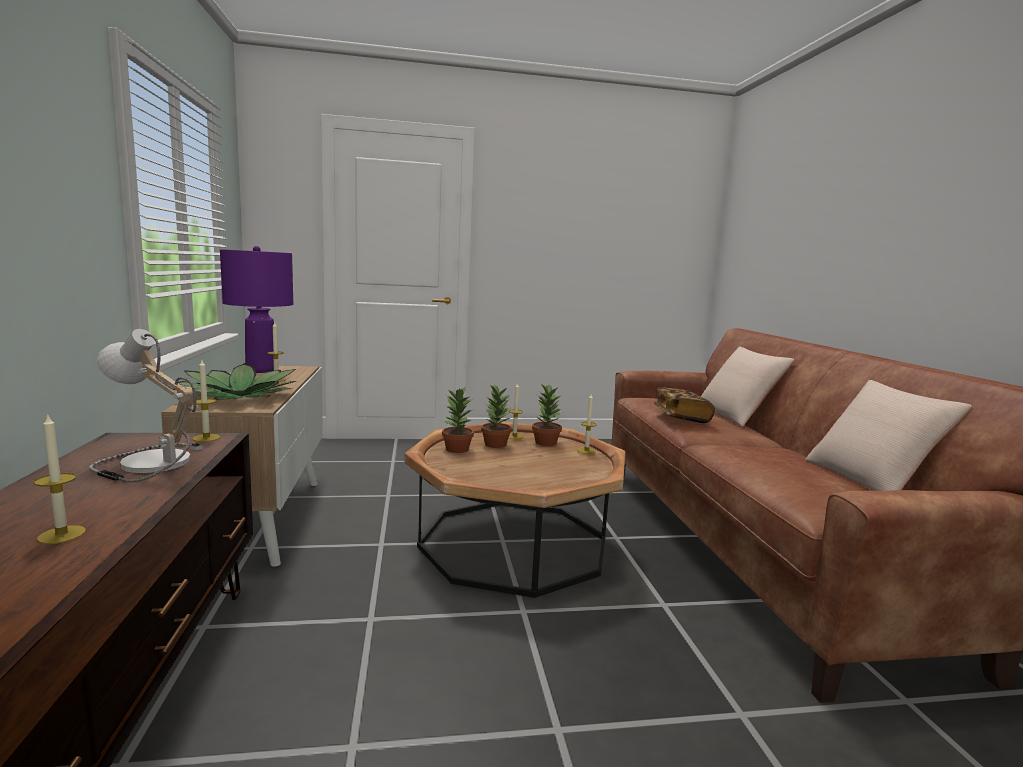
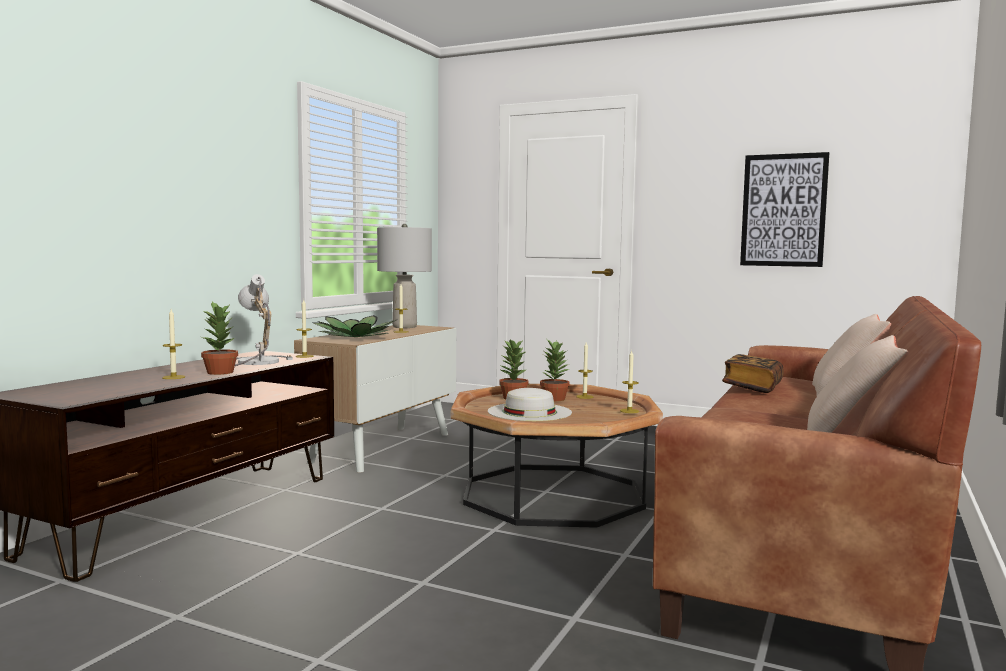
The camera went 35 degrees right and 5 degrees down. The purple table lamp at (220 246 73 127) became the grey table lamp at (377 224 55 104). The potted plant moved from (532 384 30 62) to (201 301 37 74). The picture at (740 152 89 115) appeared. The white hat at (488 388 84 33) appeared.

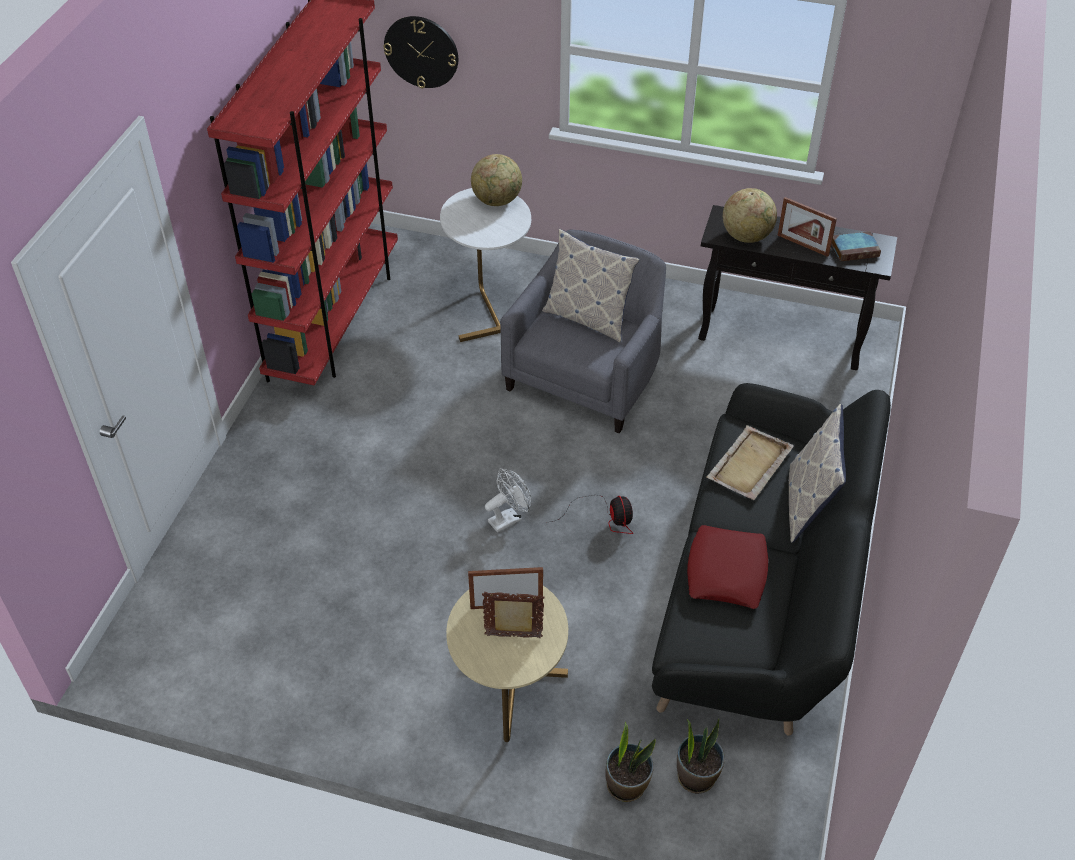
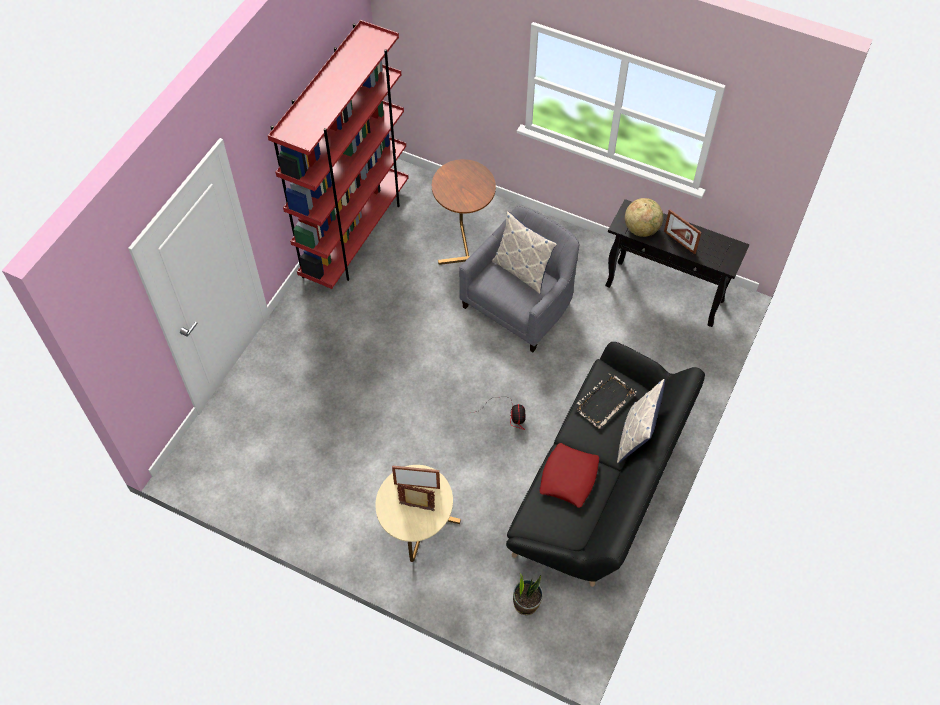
The camera went 10 degrees right and 10 degrees up. The wall clock at (383 16 75 72) disappeared. The globe at (471 154 51 52) disappeared. The white side table at (440 188 91 154) became the brown side table at (432 159 64 106). The book at (831 231 50 30) disappeared. The beige tray at (706 425 88 75) became the black tray at (572 372 66 57). The white fan at (485 468 46 65) disappeared. The potted plant at (605 722 51 80) disappeared.

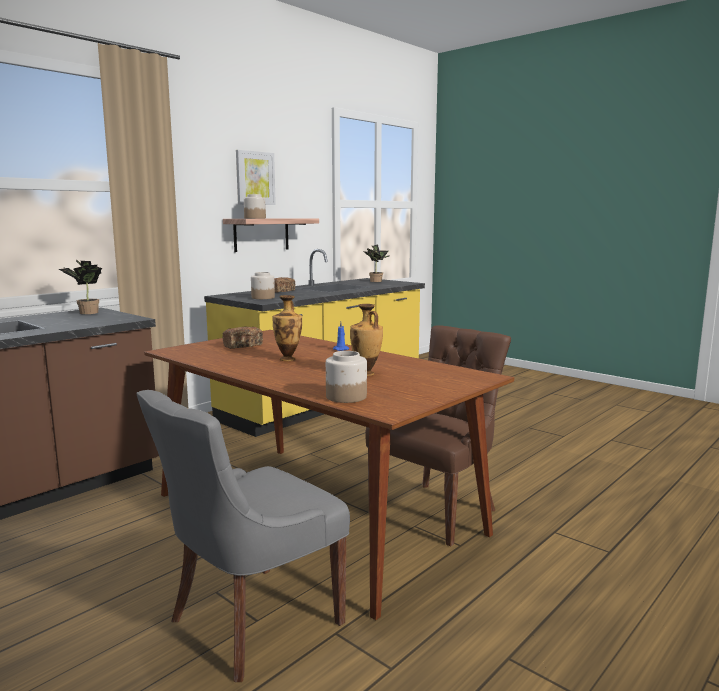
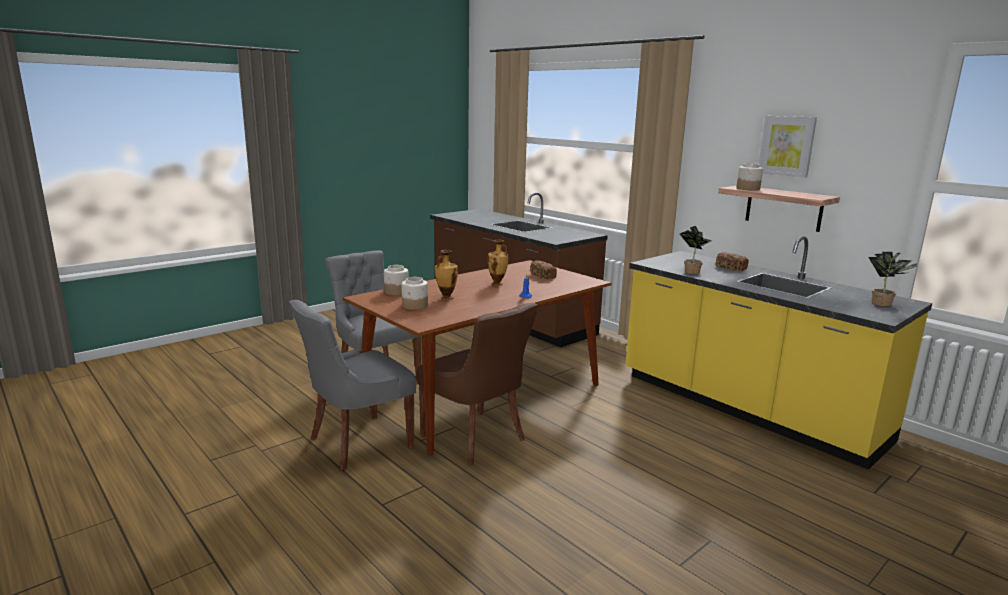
The camera went 95 degrees right and 5 degrees up. The potted plant moved from (59 259 44 55) to (680 226 32 48). The jar moved from (251 272 24 27) to (402 277 26 33). The grey chair at (289 300 127 170) appeared.

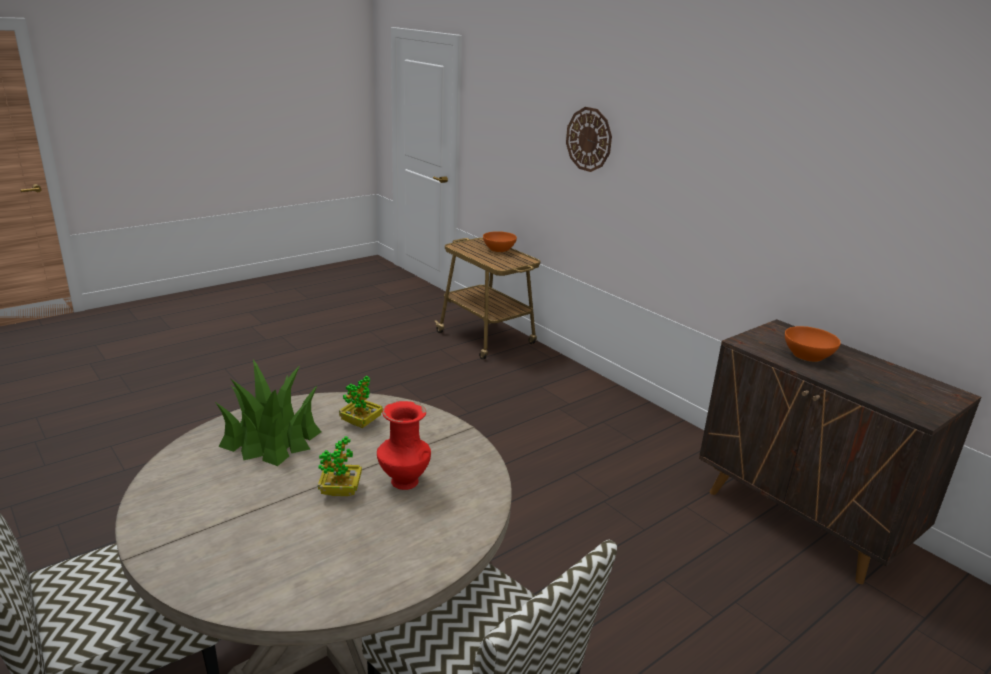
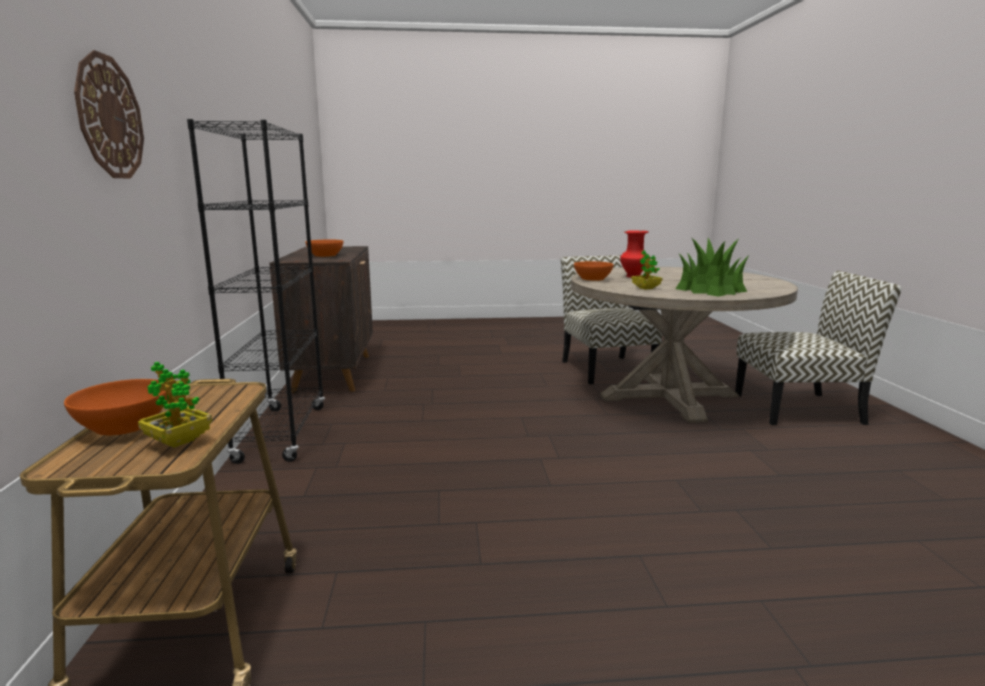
The camera went 145 degrees left and 10 degrees down. The potted plant moved from (318 436 44 60) to (138 362 74 86). The black bookcase at (187 119 138 345) appeared. The orange bowl at (574 261 40 20) appeared.

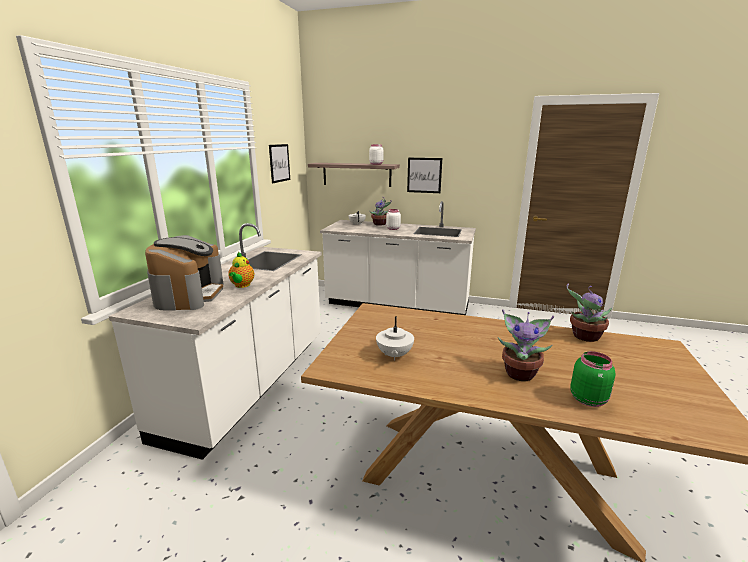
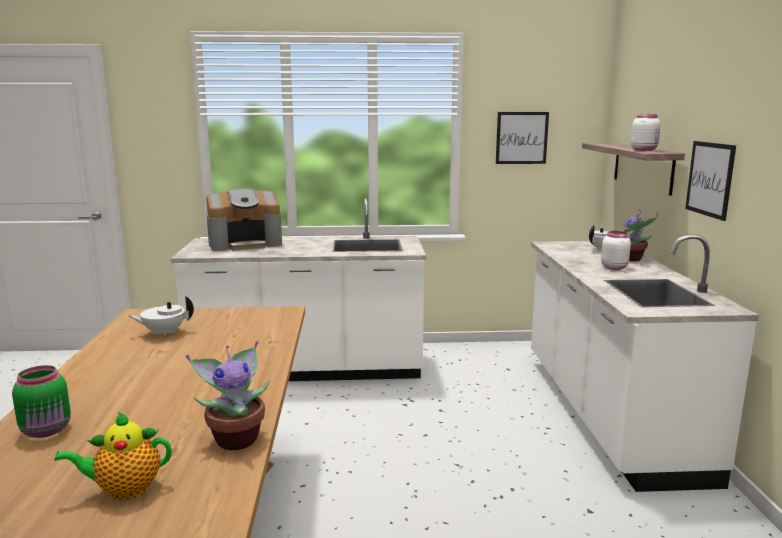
The camera went 70 degrees right and 5 degrees down. The teapot moved from (228 252 26 36) to (54 412 118 88). The potted plant at (498 309 56 72) disappeared.

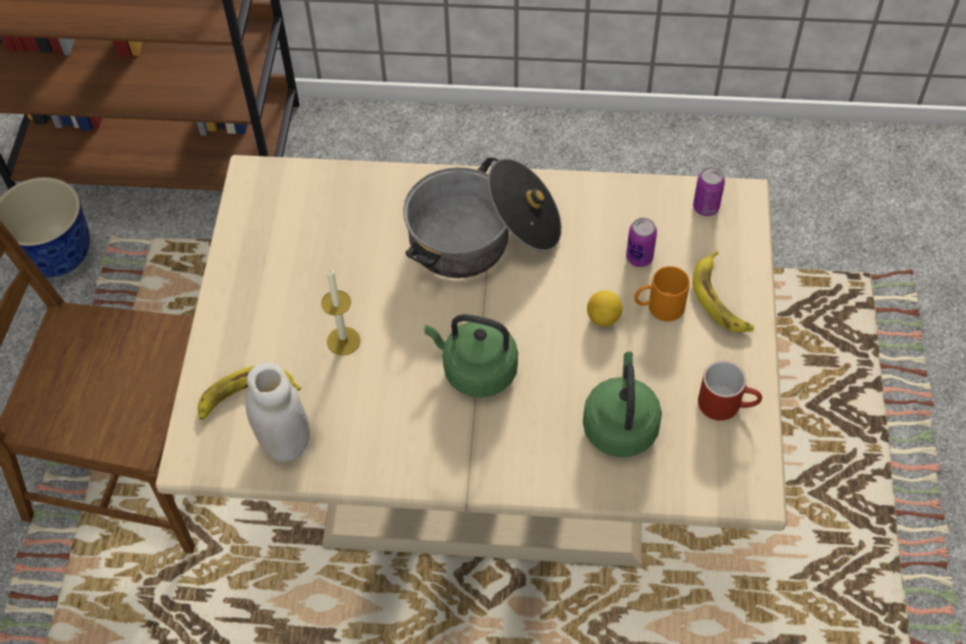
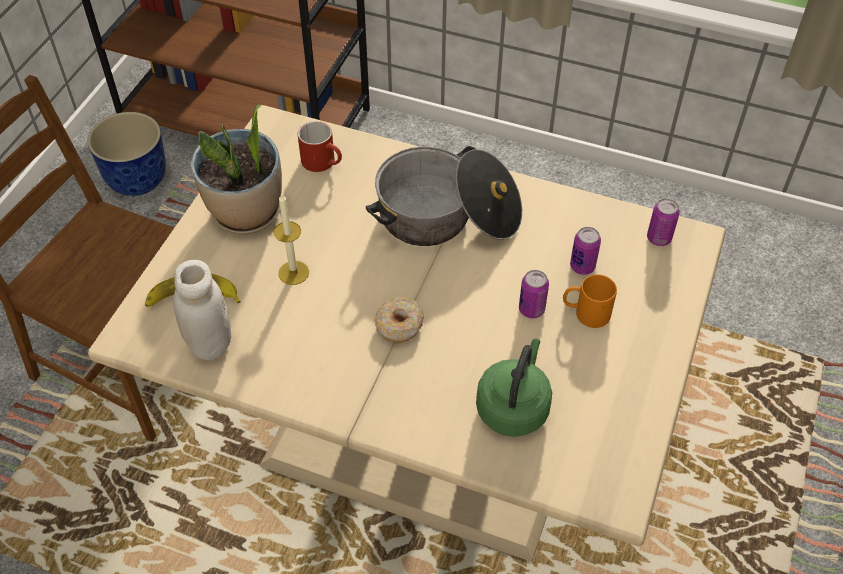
The camera went 15 degrees right and 5 degrees down. The banana at (692 251 62 81) disappeared. The lemon at (587 290 35 36) was replaced by the can at (519 270 30 49). The green kettle at (425 314 93 84) was replaced by the donut at (374 297 50 45). The red mug moved from (698 361 64 60) to (298 121 44 51). The potted plant at (191 104 91 130) appeared.

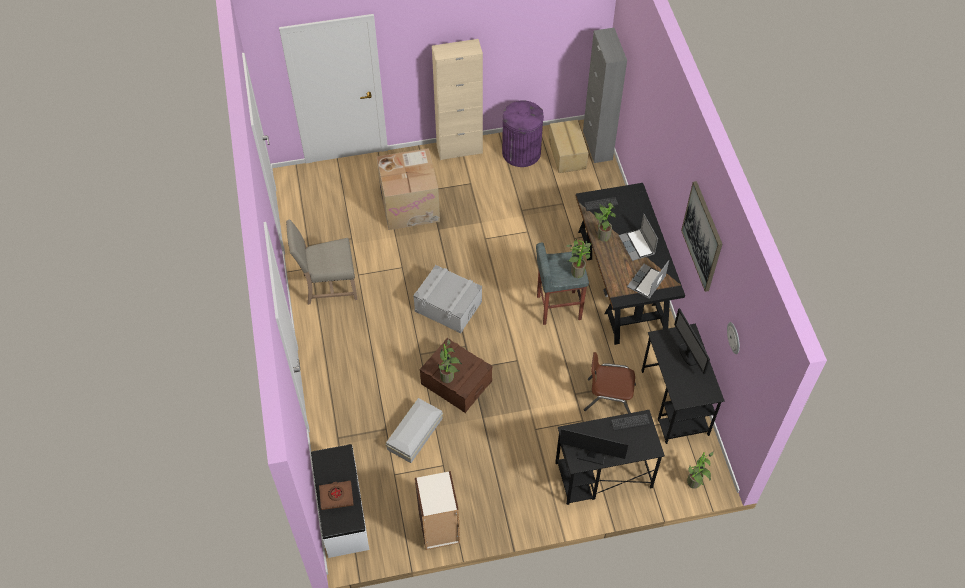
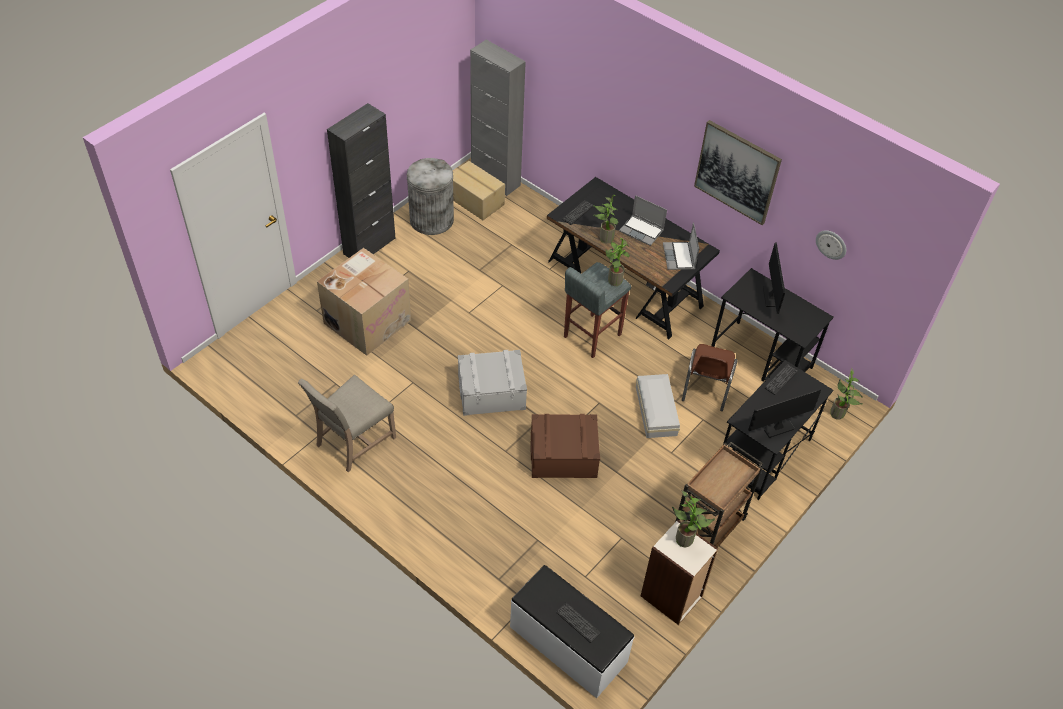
The camera went 40 degrees left and 5 degrees down. The beige cabinet at (432 39 51 121) became the black cabinet at (327 103 69 155). The purple trash can at (502 100 42 67) became the grey trash can at (407 158 47 77). The monitor at (674 308 36 66) turned 120 degrees counterclockwise. The potted plant moved from (438 339 24 44) to (672 490 43 57). The brown chair at (584 352 52 61) turned 45 degrees counterclockwise. The white storage box moved from (386 398 57 65) to (636 374 44 64). The brown book at (319 481 35 29) was replaced by the keyboard at (556 603 44 40). The brown cart at (675 442 88 106) appeared.

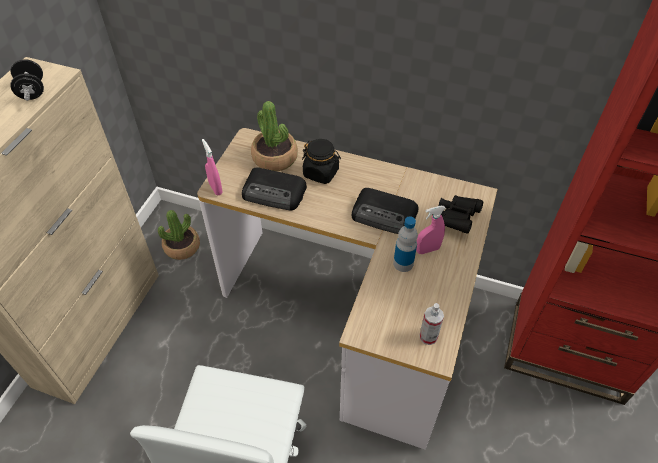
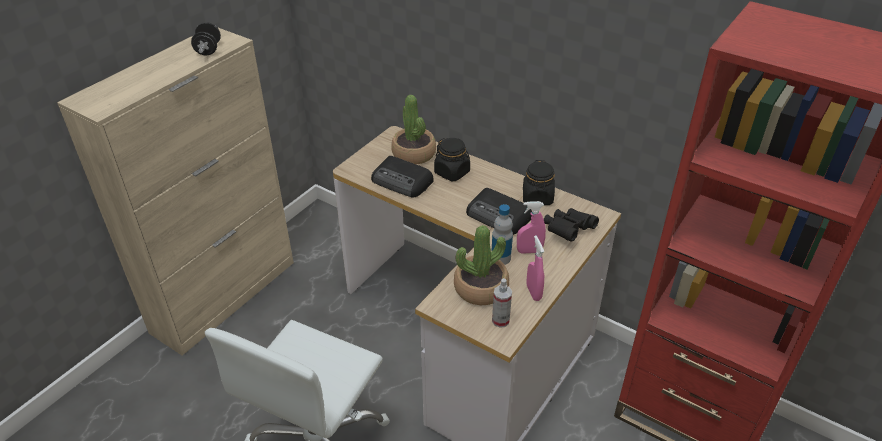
The camera went 15 degrees right and 10 degrees down. The pink spray bottle moved from (202 139 21 56) to (527 236 17 65). The potted plant moved from (158 210 42 50) to (454 225 55 80). The black jar at (523 160 32 45) appeared.

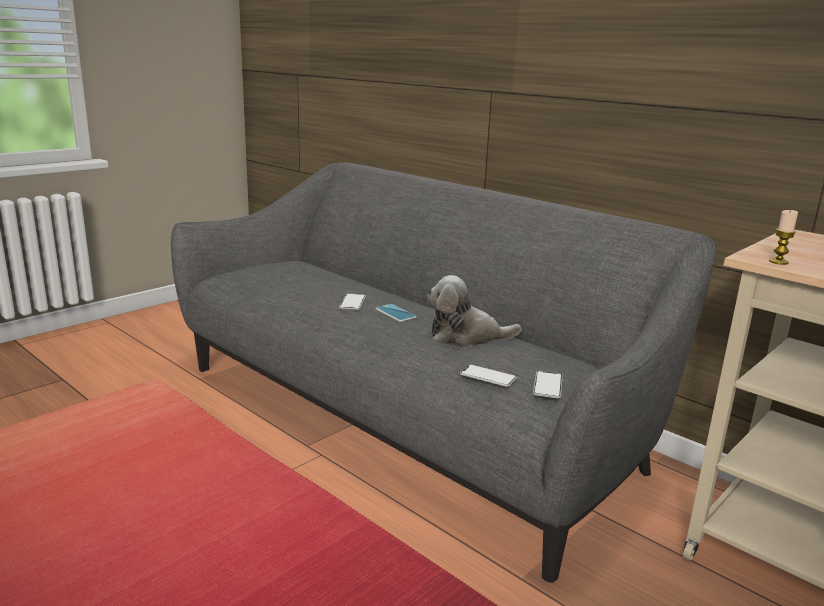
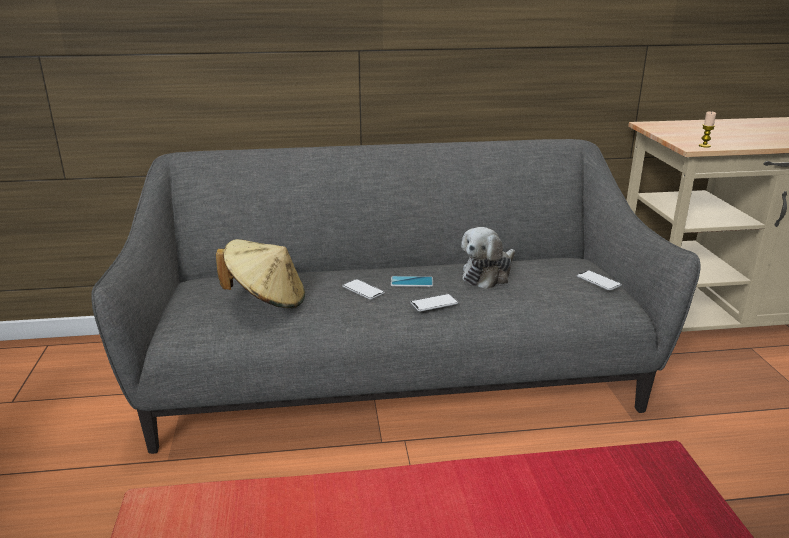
The camera went 50 degrees left and 5 degrees up. The phone moved from (460 364 57 23) to (410 294 48 18). The beige hat at (216 239 89 69) appeared.

